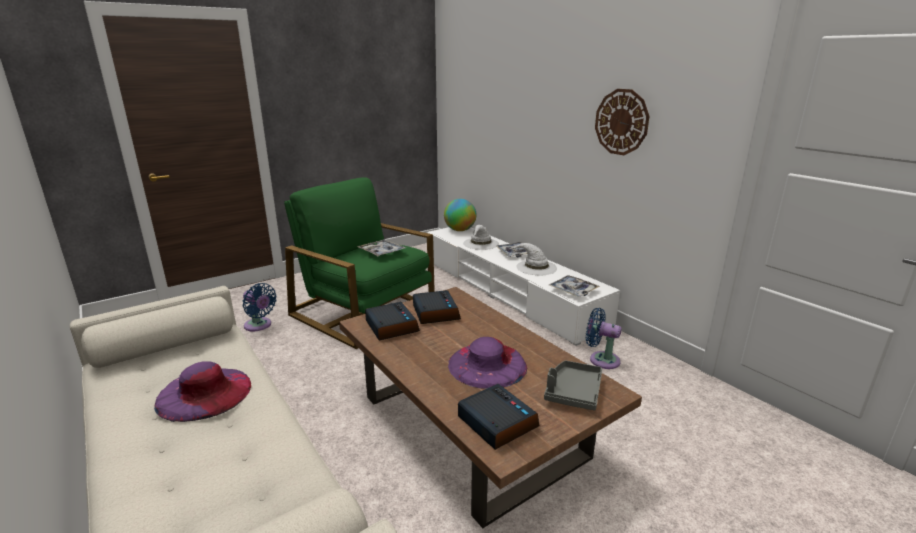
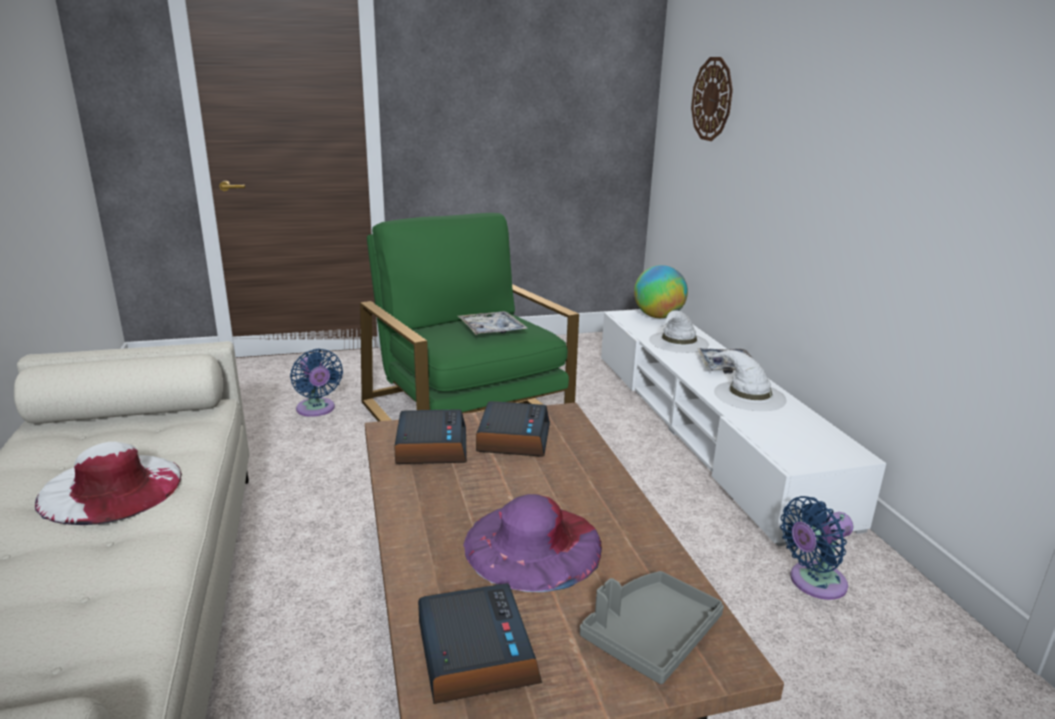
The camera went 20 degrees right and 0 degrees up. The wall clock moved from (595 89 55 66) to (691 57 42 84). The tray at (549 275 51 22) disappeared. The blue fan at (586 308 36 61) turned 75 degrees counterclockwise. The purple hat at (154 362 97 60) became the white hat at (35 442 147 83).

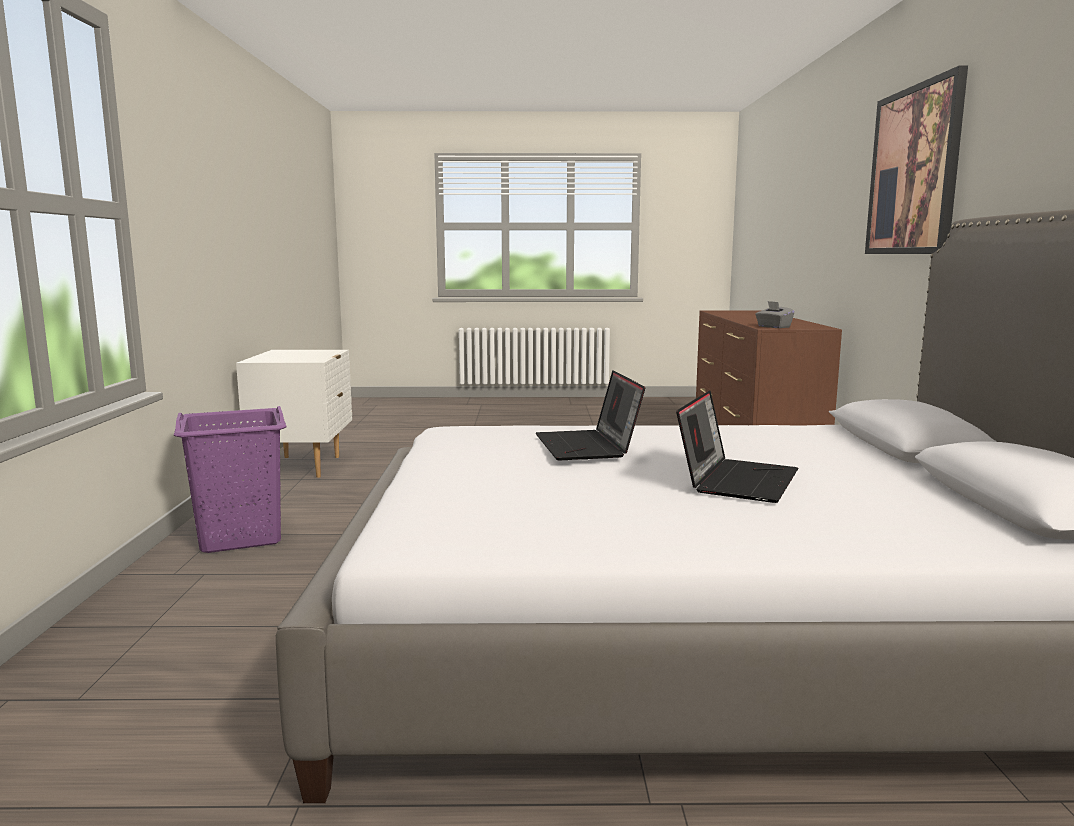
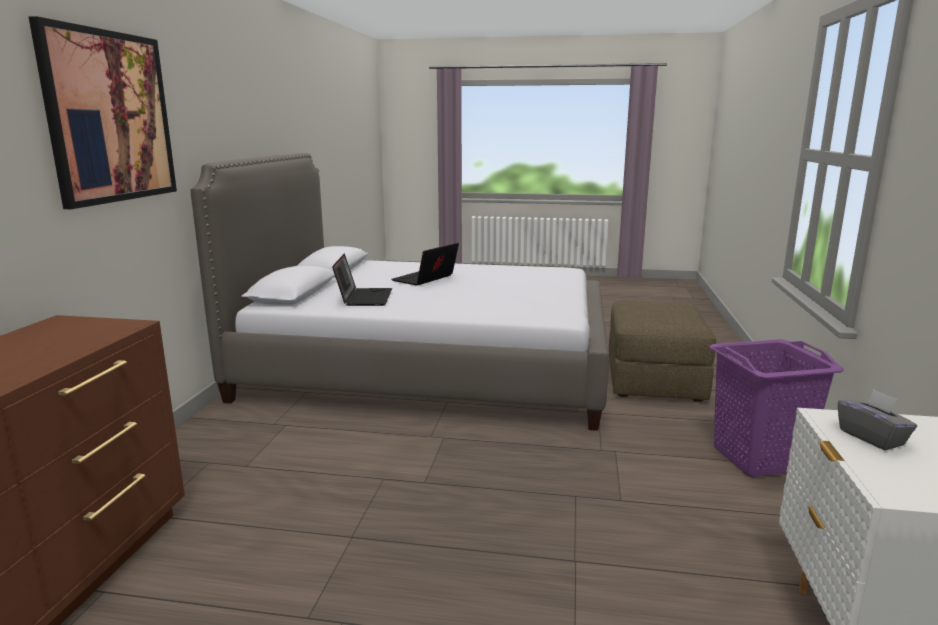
The camera went 170 degrees left and 5 degrees up. The grey tissue box moved from (755 301 40 27) to (838 389 79 62). The laptop moved from (536 370 109 90) to (332 254 60 52). The brown ottoman at (609 301 107 101) appeared.

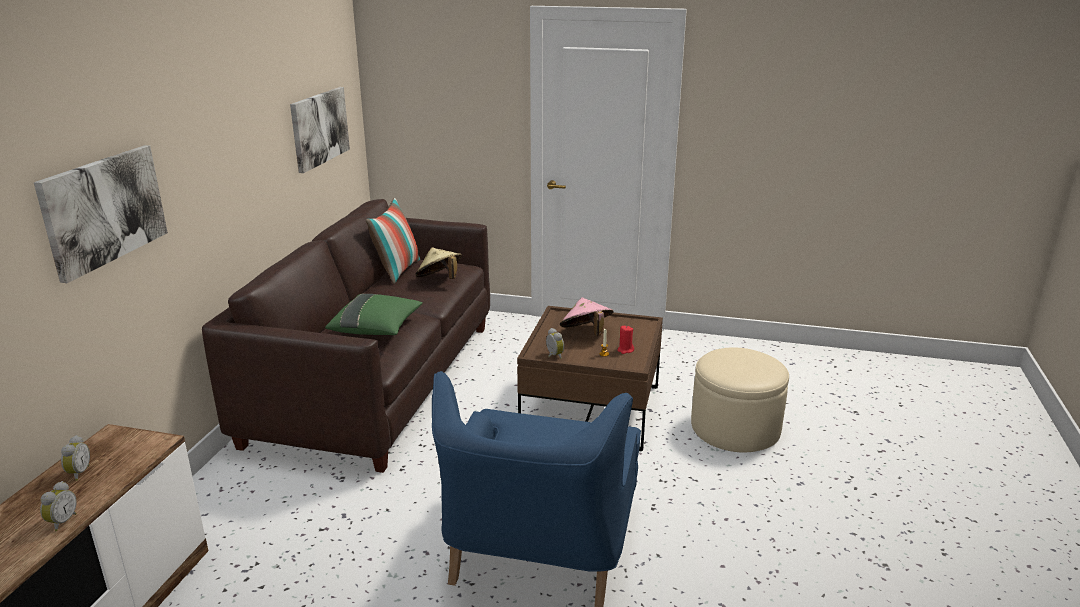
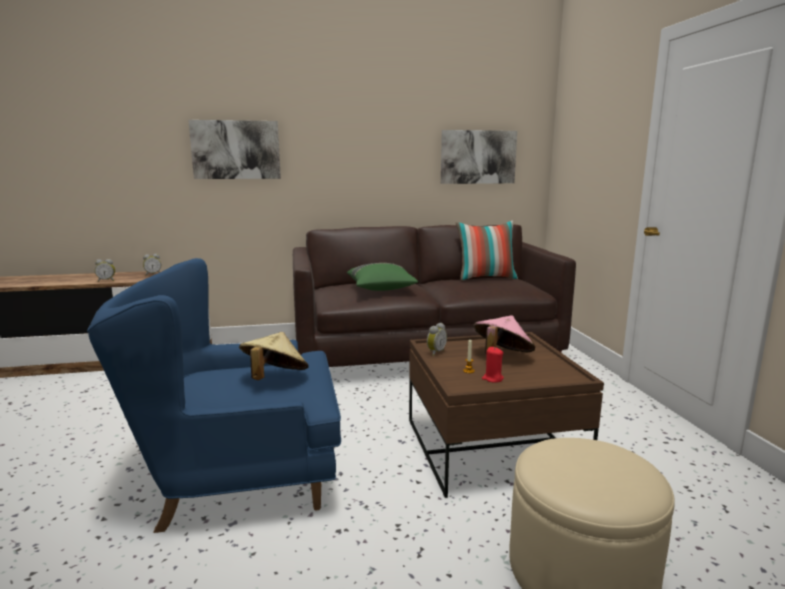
The camera went 65 degrees right and 10 degrees down. The beige hat moved from (415 247 47 32) to (239 332 70 48).

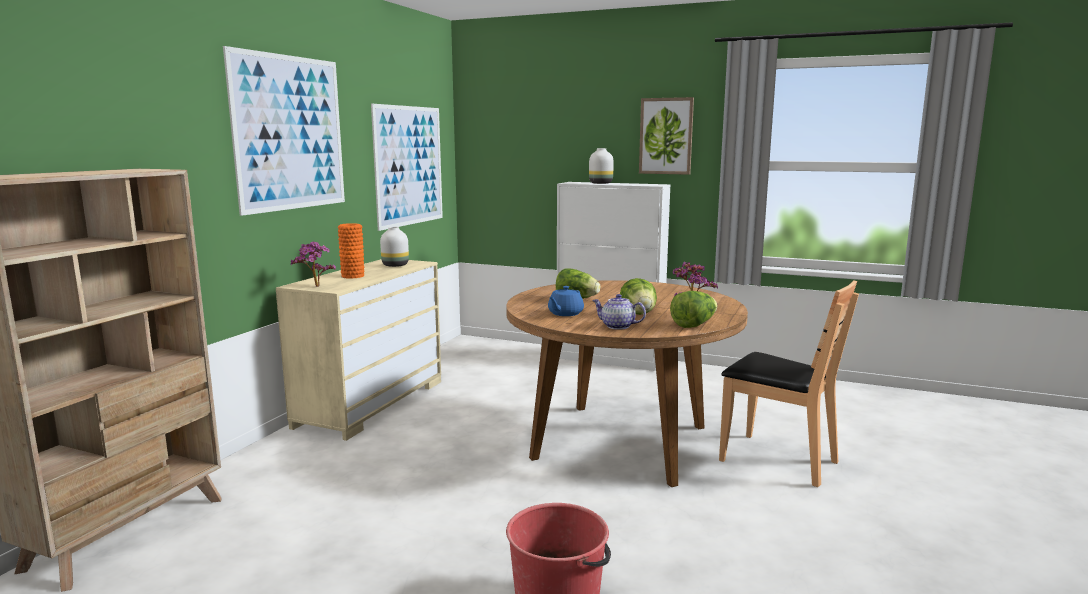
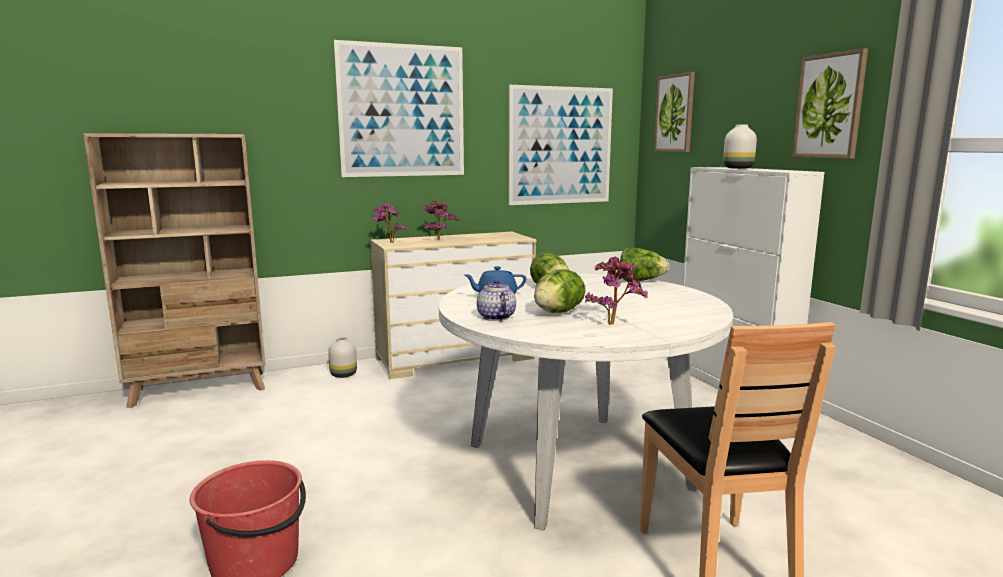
The camera went 45 degrees right and 0 degrees up. The orange vase at (338 223 26 56) was replaced by the potted plant at (424 201 35 39). The white vase moved from (380 227 29 40) to (328 337 29 41). The brown dining table at (506 280 242 207) became the white dining table at (439 273 294 258). The lettuce moved from (670 291 47 37) to (620 248 49 33). The picture at (654 72 41 80) appeared.

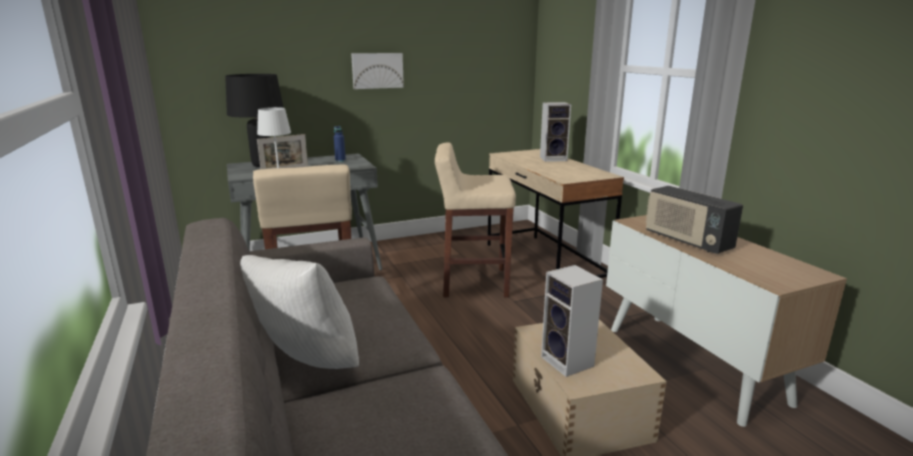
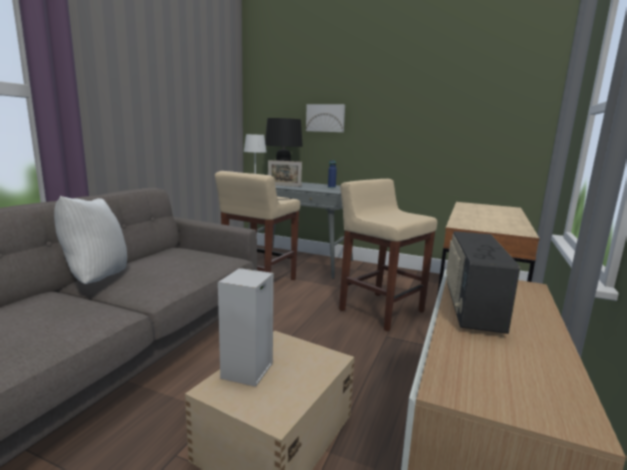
The camera went 45 degrees right and 5 degrees down. The picture moved from (351 53 53 36) to (306 104 39 28). The speaker at (540 102 31 60) disappeared.

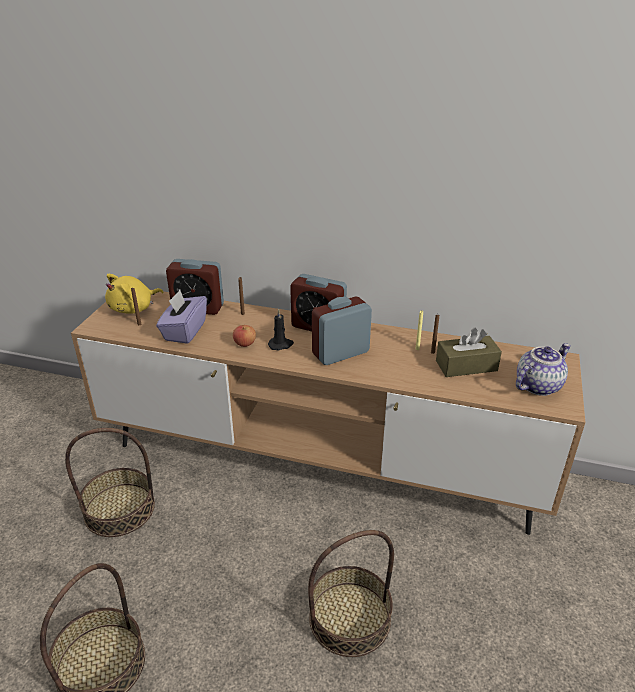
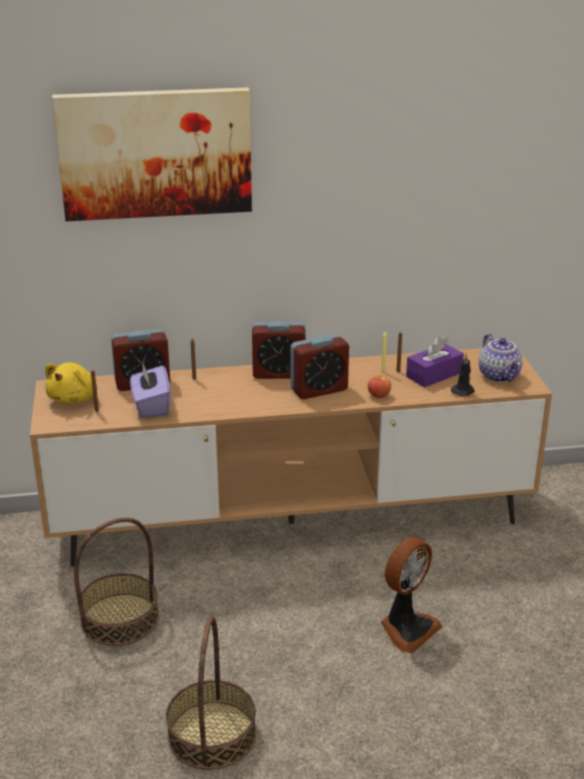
The camera went 25 degrees left and 5 degrees down. The alarm clock at (312 297 60 68) turned 150 degrees counterclockwise. The black candle moved from (268 309 26 41) to (451 353 24 44). The apple moved from (233 325 23 22) to (368 376 23 22). The brown tissue box at (436 327 66 50) became the purple tissue box at (406 336 58 51). The teapot at (516 343 55 53) turned 135 degrees clockwise. The basket at (308 530 86 127) was replaced by the fan at (380 537 63 116). The picture at (52 87 200 134) appeared.

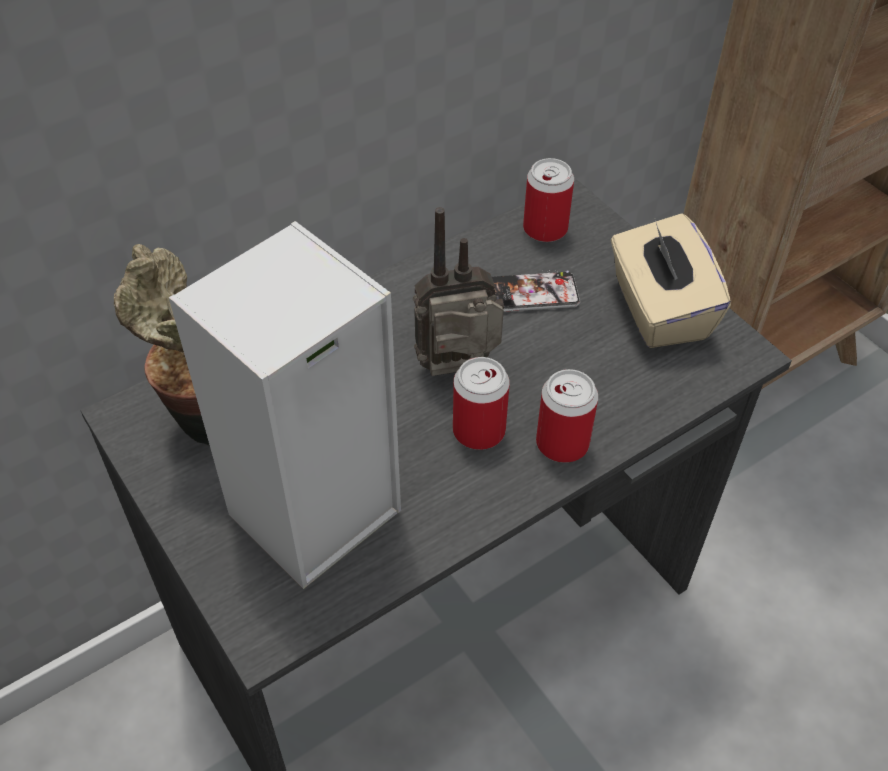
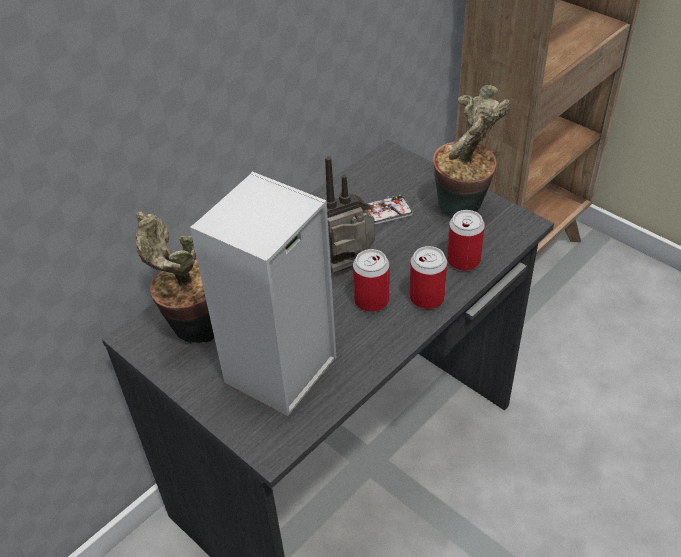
The camera went 10 degrees left and 5 degrees down. The can moved from (523 158 51 84) to (447 210 38 61). The beige tissue box at (611 213 120 135) was replaced by the potted plant at (433 85 78 131).

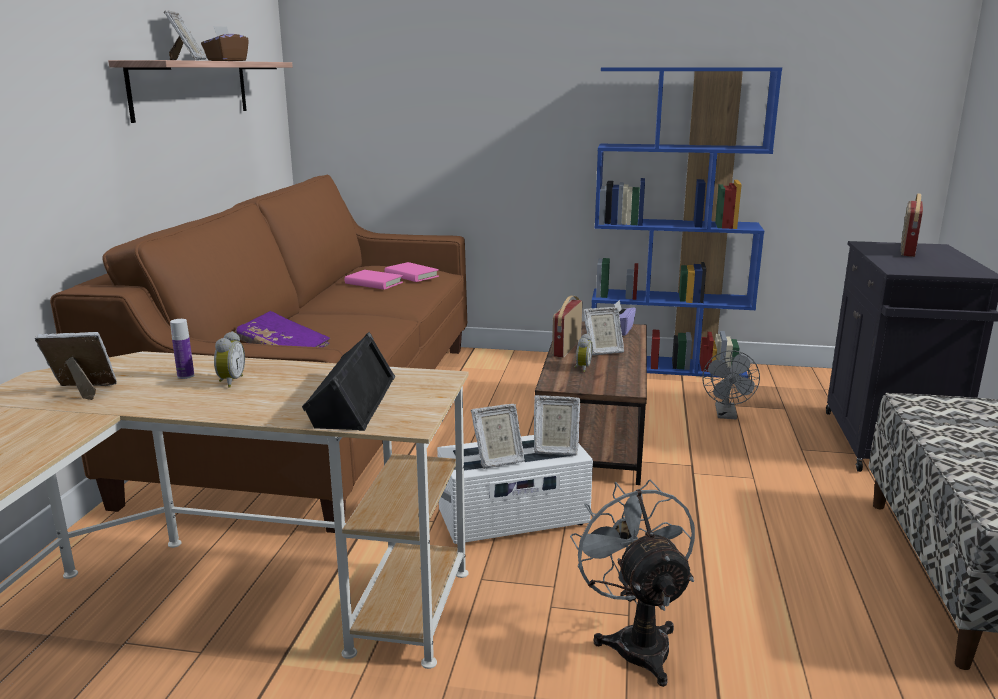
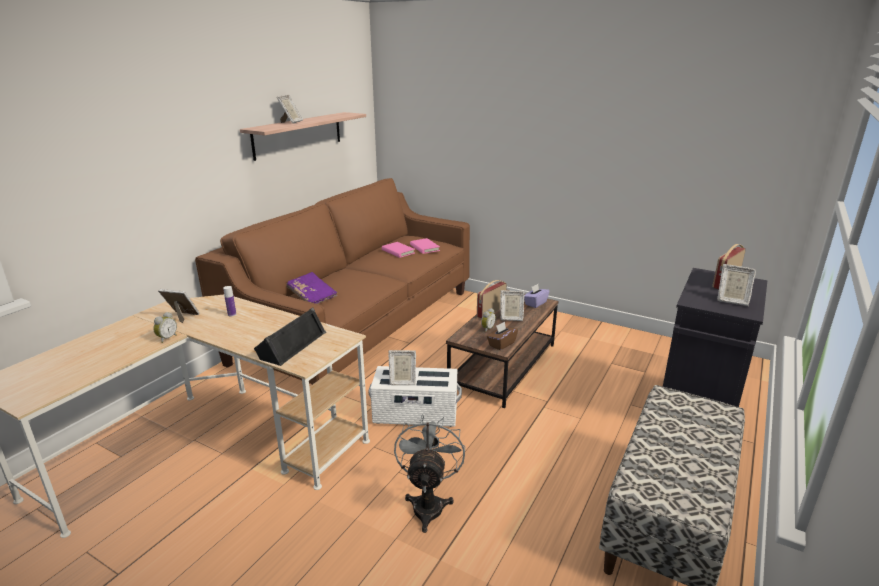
The camera went 20 degrees right and 5 degrees up. The brown tissue box moved from (201 26 48 35) to (487 322 31 28). The blue bookcase at (592 67 190 311) disappeared. The alarm clock moved from (214 331 31 57) to (153 312 24 31). The grey fan at (702 350 58 69) disappeared. The picture frame moved from (534 395 46 61) to (717 264 39 42).

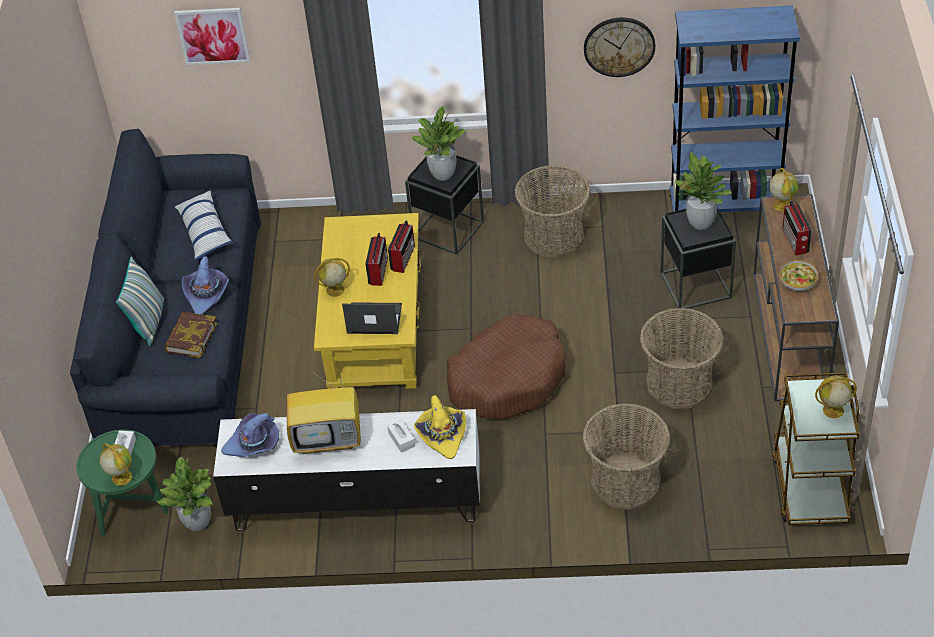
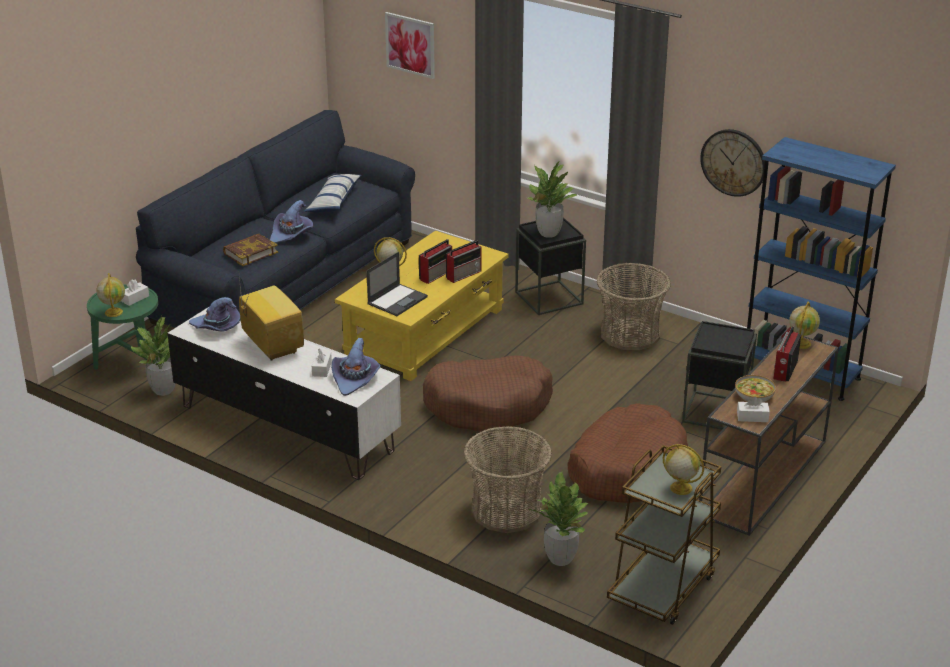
The camera went 30 degrees right and 15 degrees down. The potted plant moved from (675 152 57 78) to (528 471 60 95). The pillow at (116 257 48 89) disappeared. The laptop at (342 302 60 32) turned 90 degrees clockwise. The basket at (640 308 84 101) was replaced by the brown dog bed at (567 403 121 100). The television at (286 361 75 93) turned 150 degrees counterclockwise. The yellow hat at (414 395 52 64) became the purple hat at (331 338 50 58). The white tissue box at (737 397 33 25) appeared.

